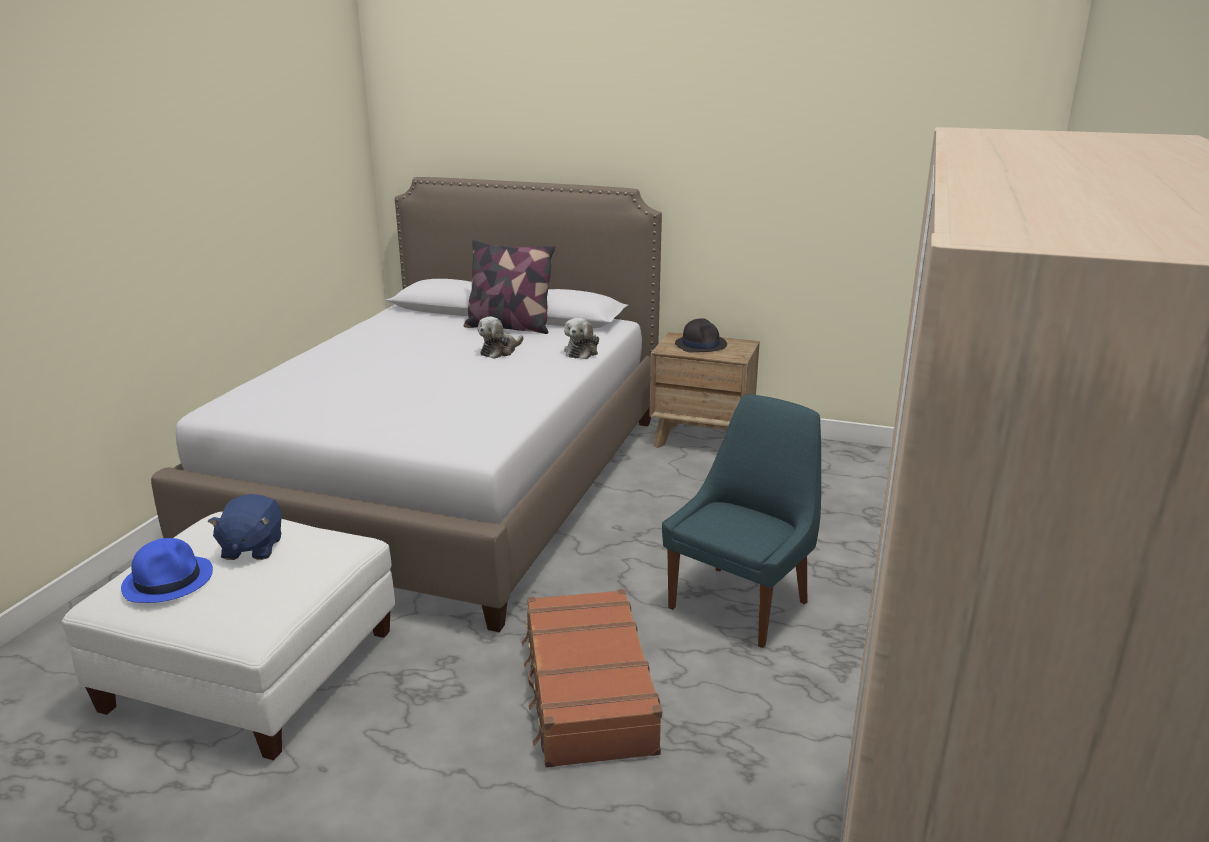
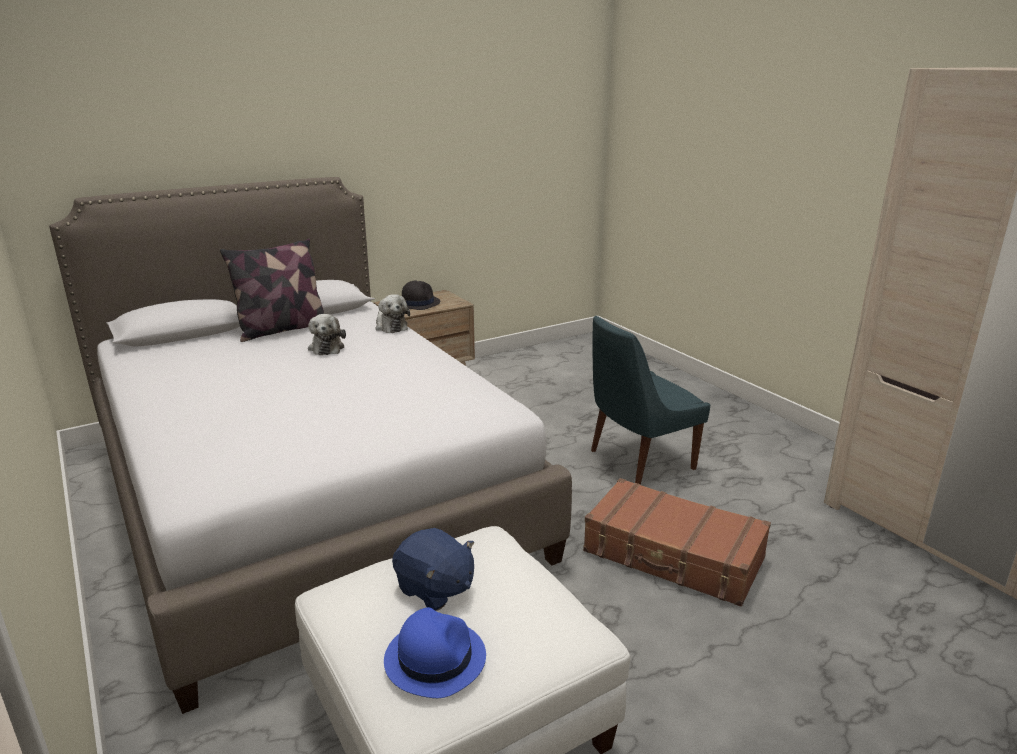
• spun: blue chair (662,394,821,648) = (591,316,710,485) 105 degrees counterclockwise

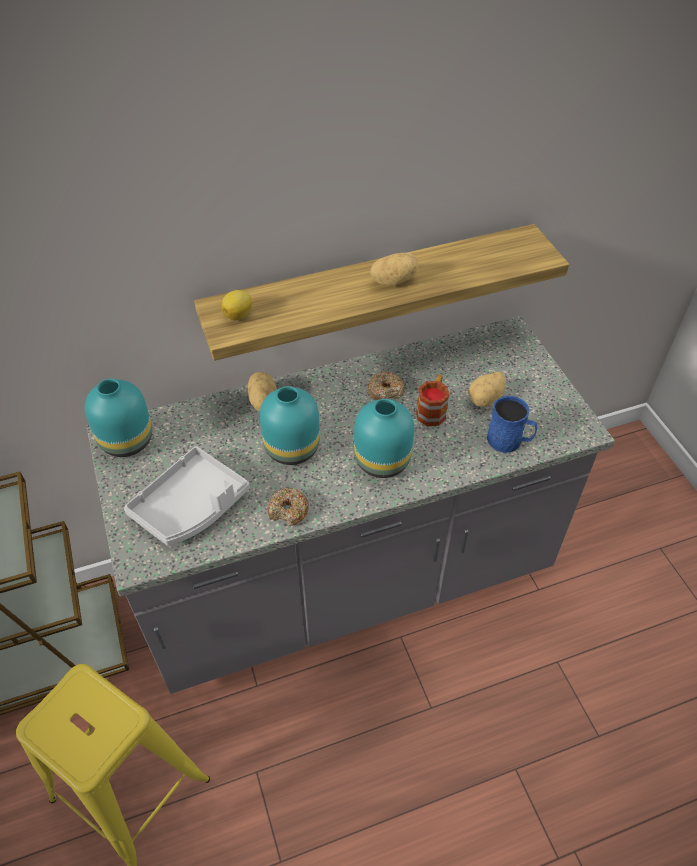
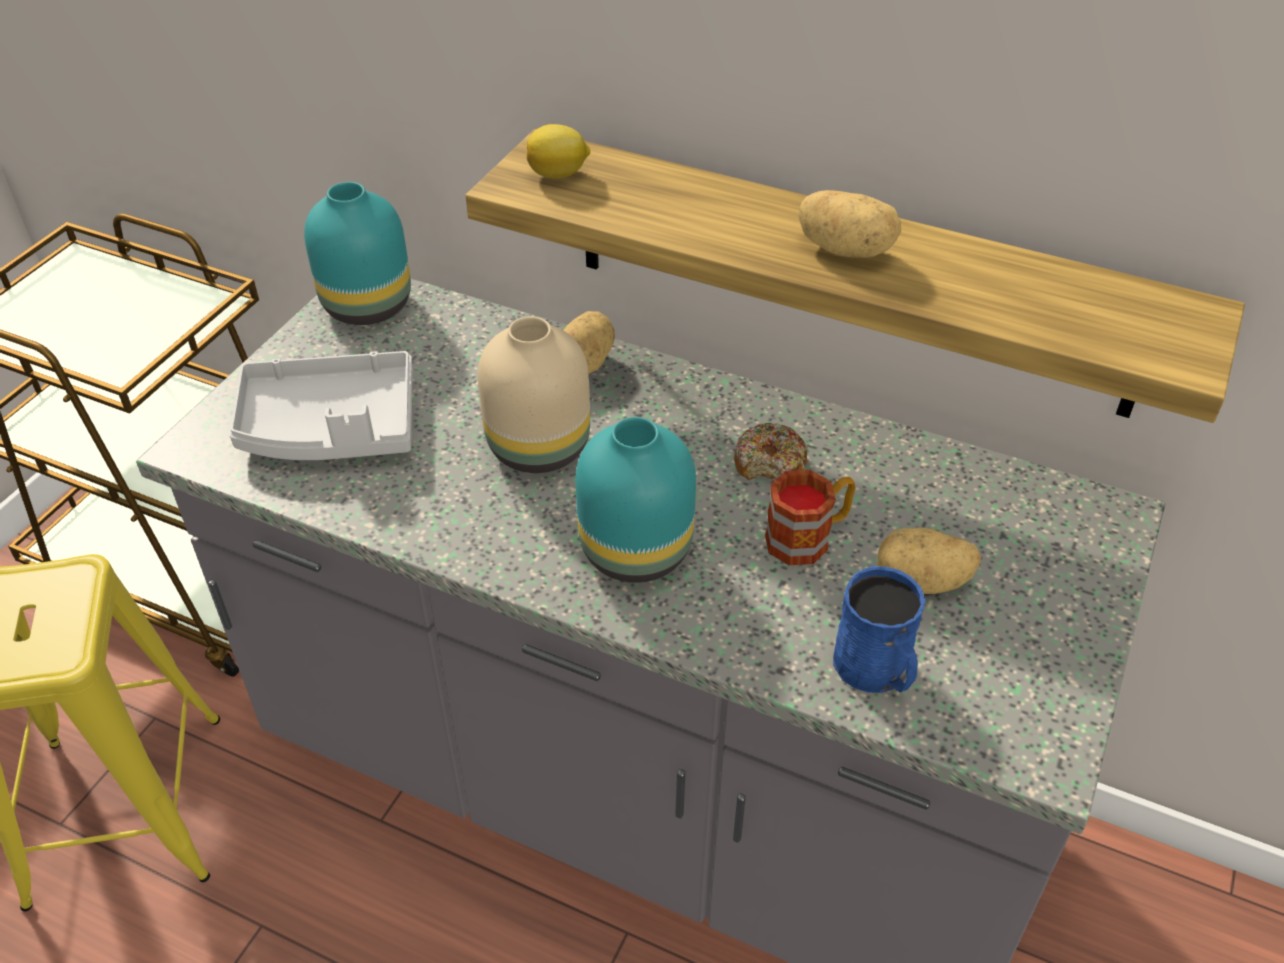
• colour: turquoise vase (260,386,320,465) to beige vase (478,317,590,473)
• missing: donut (268,488,309,526)

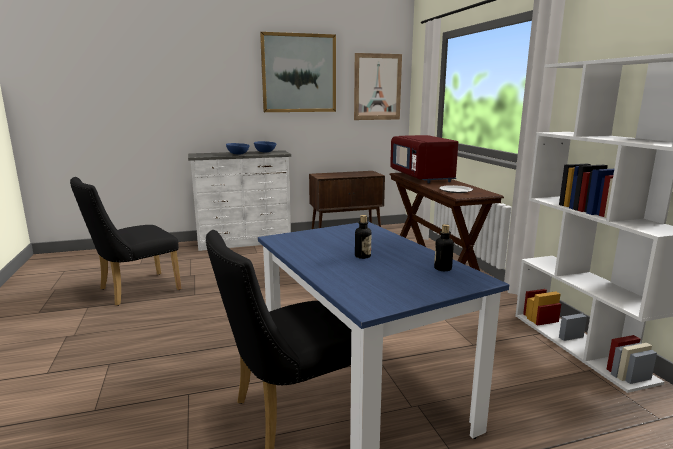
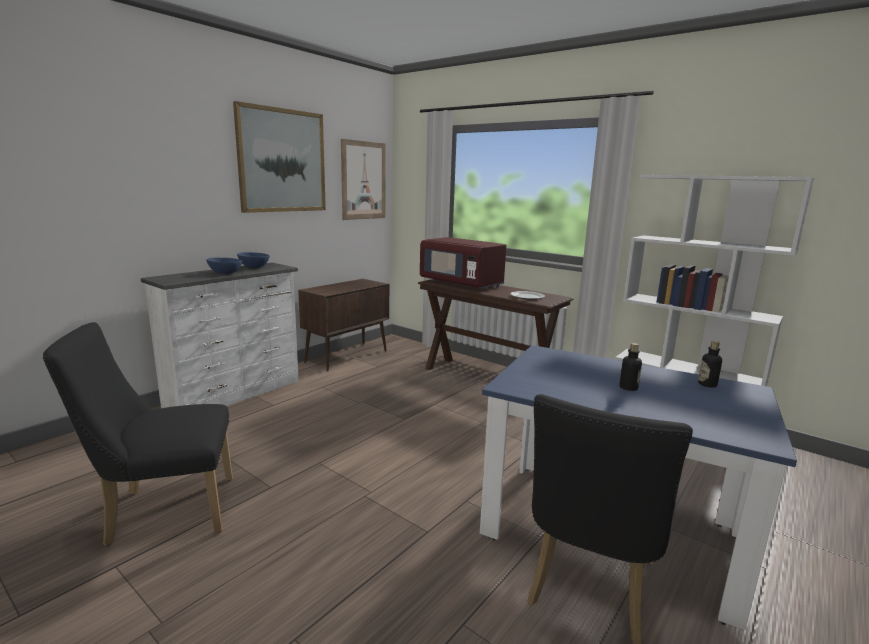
• spun: black chair (70,177,181,306) = (43,322,233,546) 60 degrees clockwise

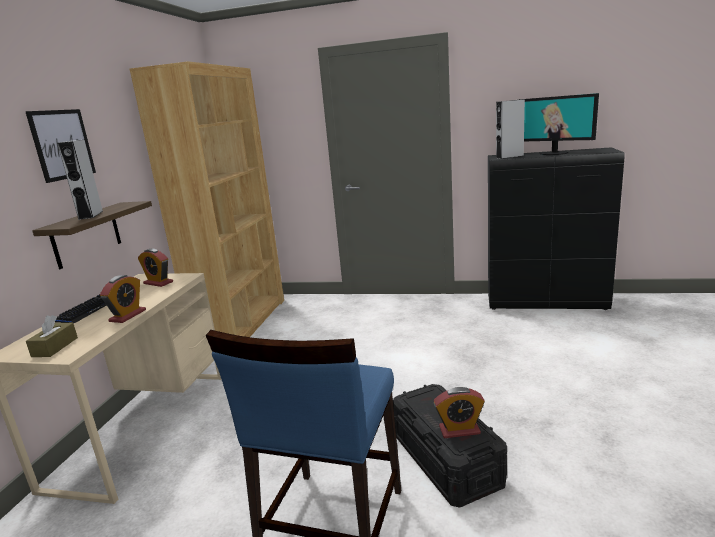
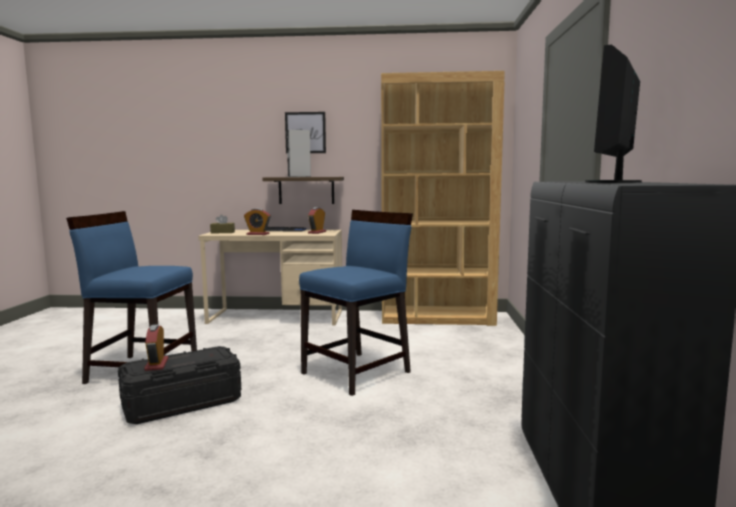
• missing: grey speaker (496,99,525,159)
• appeared: blue chair (299,210,413,396)

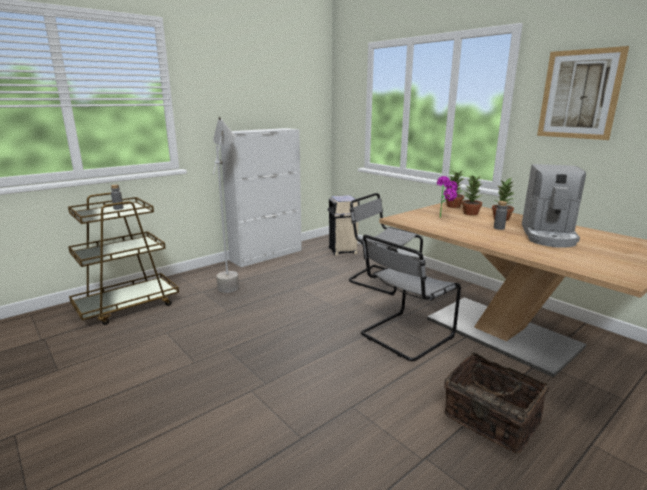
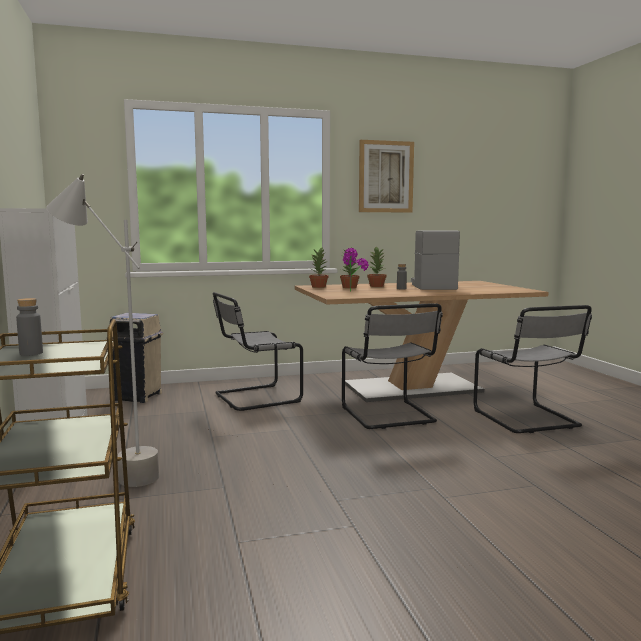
• exchanged: basket (444,352,550,454) to grey chair (474,305,592,433)
• spun: coffee machine (522,164,586,248) = (411,230,460,290) 135 degrees counterclockwise

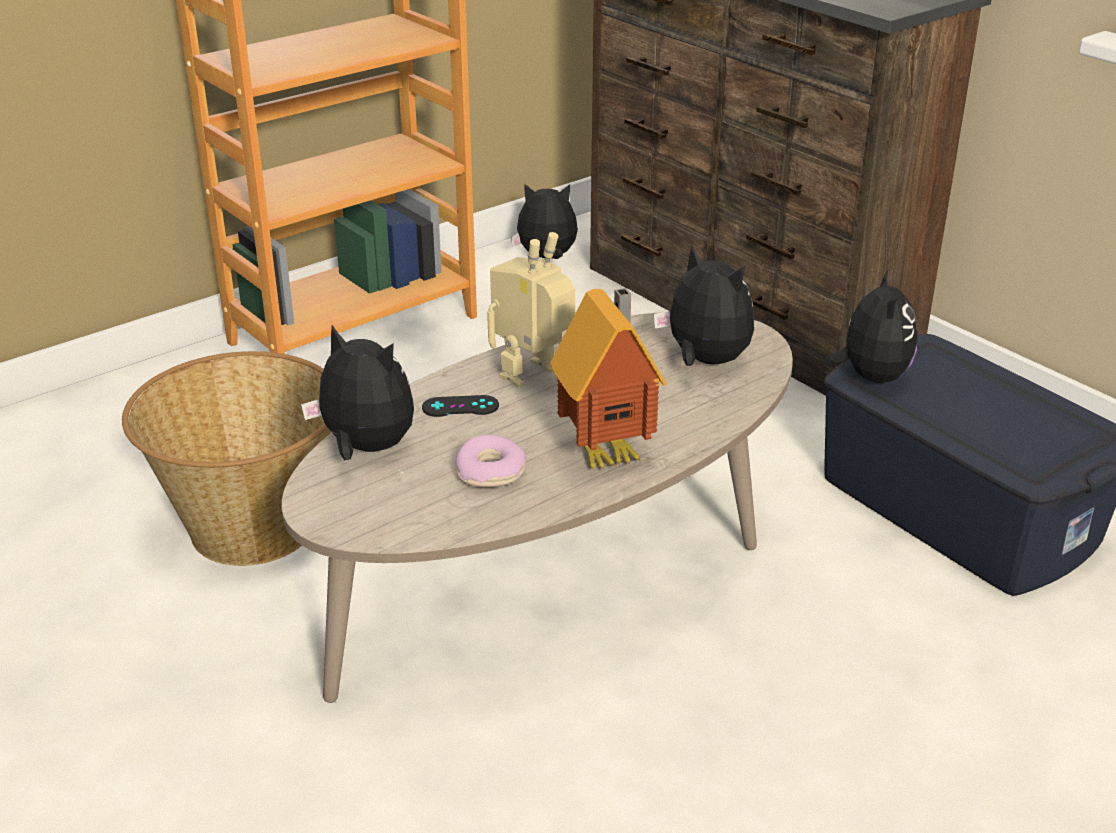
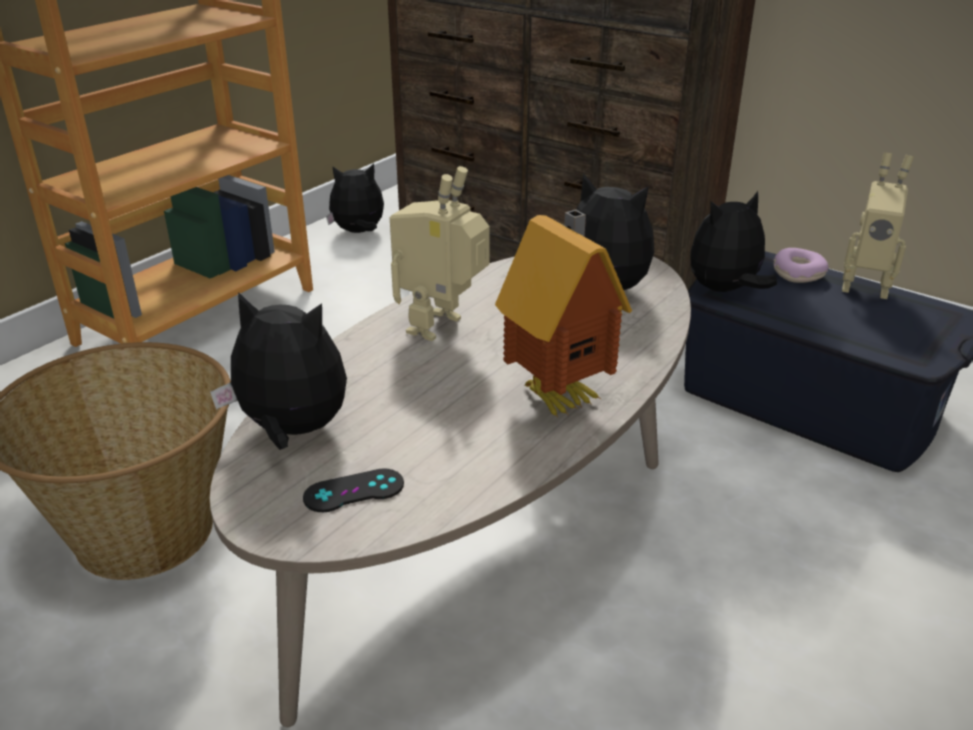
• relocated: black game controller (422,395,499,417) to (303,468,404,512)
• relocated: donut (455,434,526,487) to (773,248,829,283)
• spun: plush toy (825,270,917,383) = (690,191,777,292) 105 degrees counterclockwise
• appeared: toy robot (842,152,914,299)

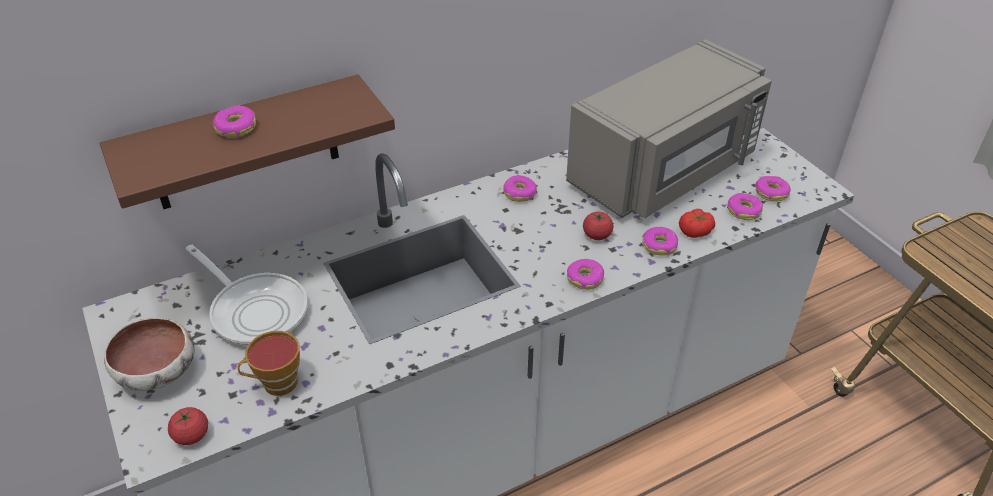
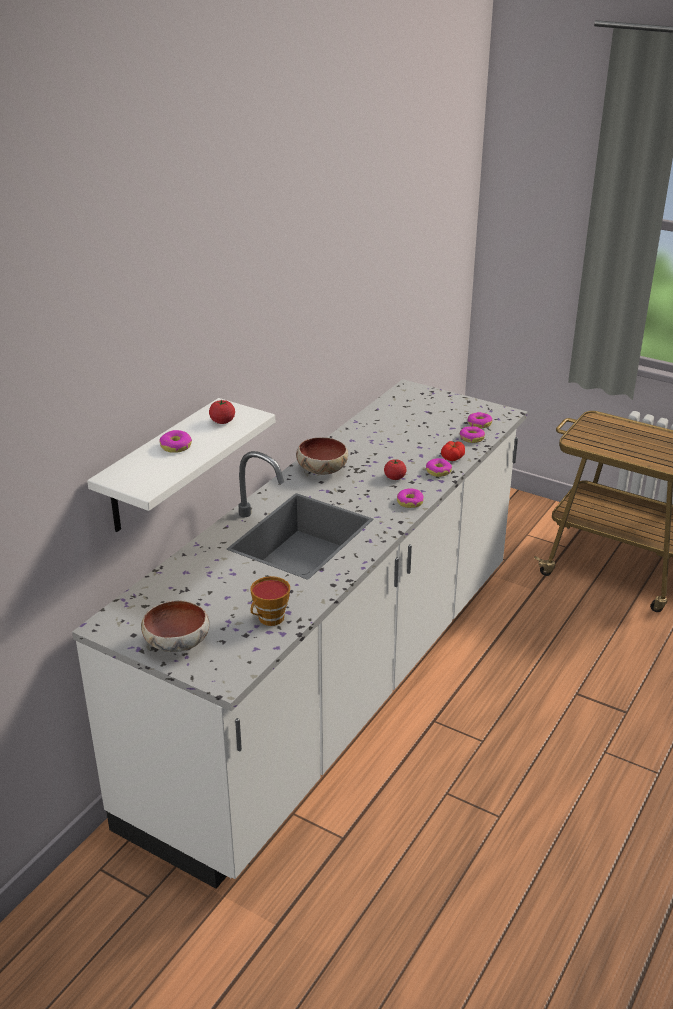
• colour: brown shelf (99,75,395,209) to white shelf (87,398,275,532)
• relocated: tomato (168,407,208,445) to (209,400,235,424)
• missing: frying pan (186,245,308,346)
• exchanged: donut (503,175,537,202) to bowl (296,437,348,475)
• missing: grey microwave (566,39,772,218)

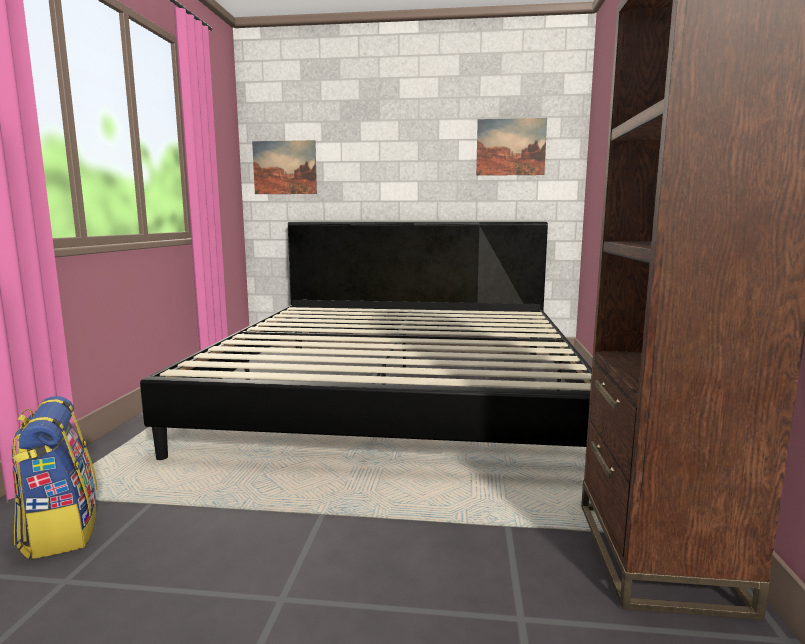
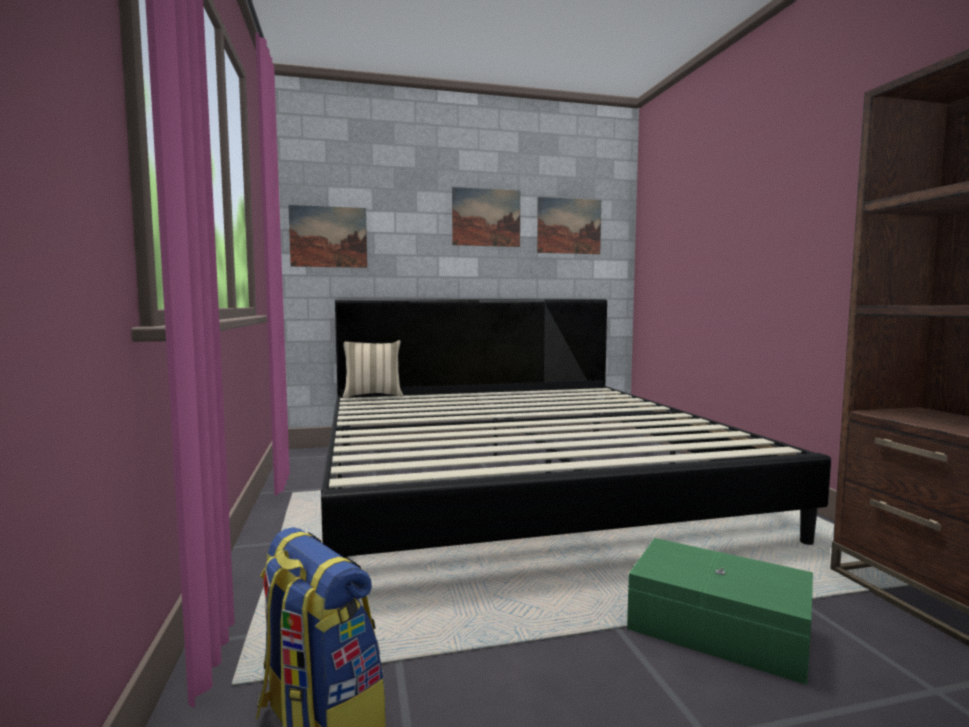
• appeared: beige pillow (343,340,403,398)
• appeared: picture (452,187,520,247)
• appeared: green storage box (627,538,813,685)

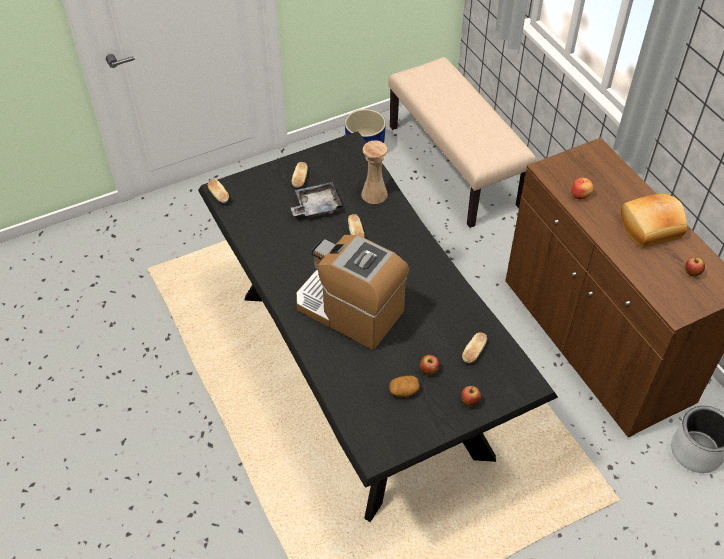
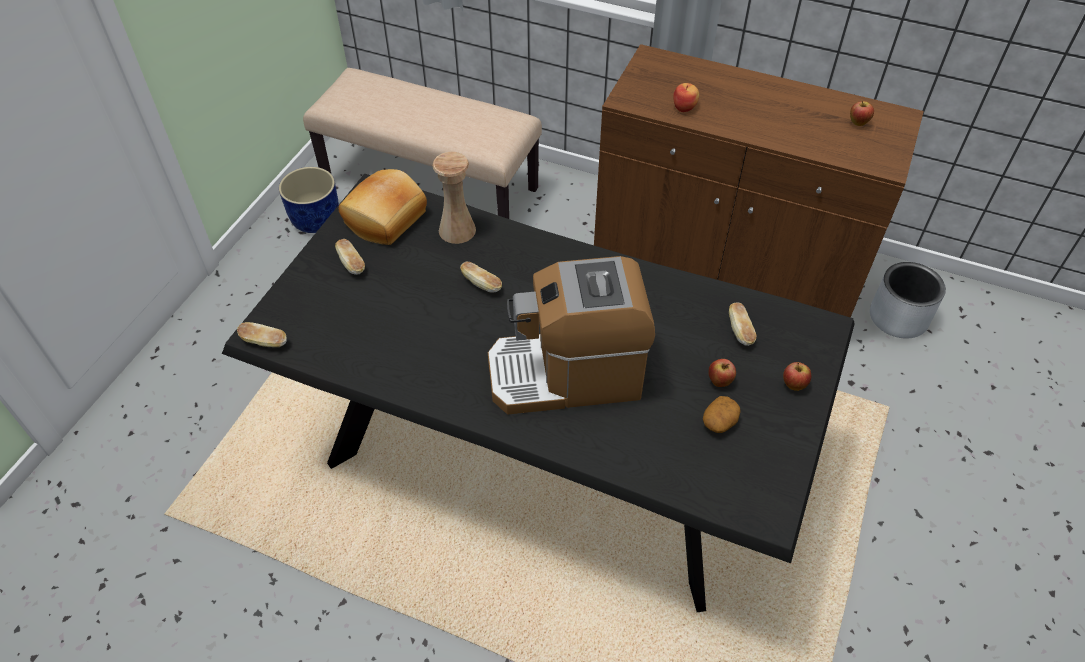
• missing: grey tray (291,182,343,218)
• relocated: bread (621,194,687,248) to (339,169,427,245)

